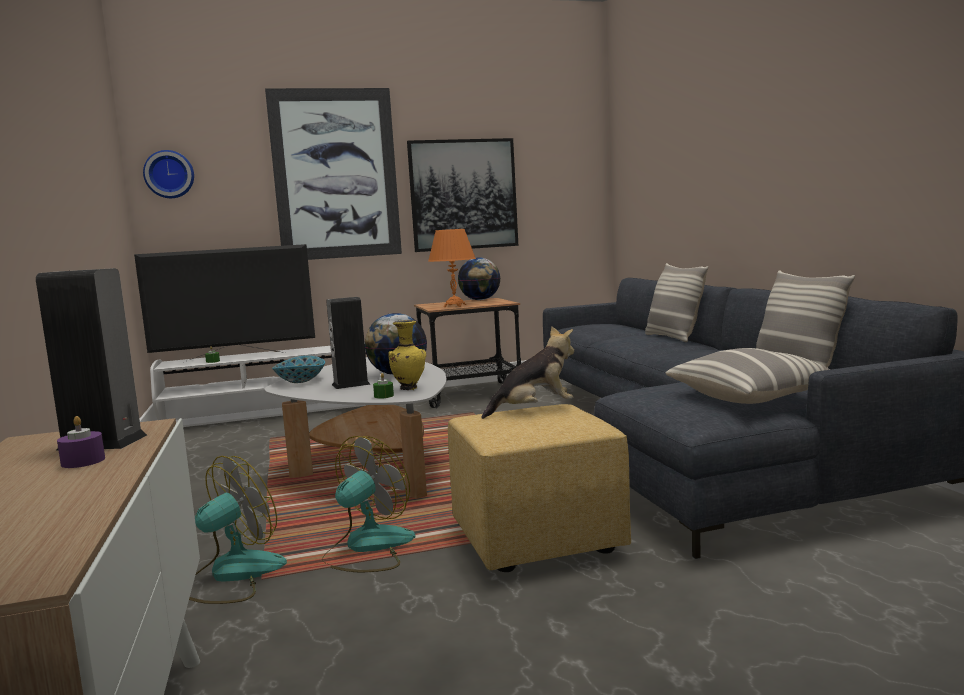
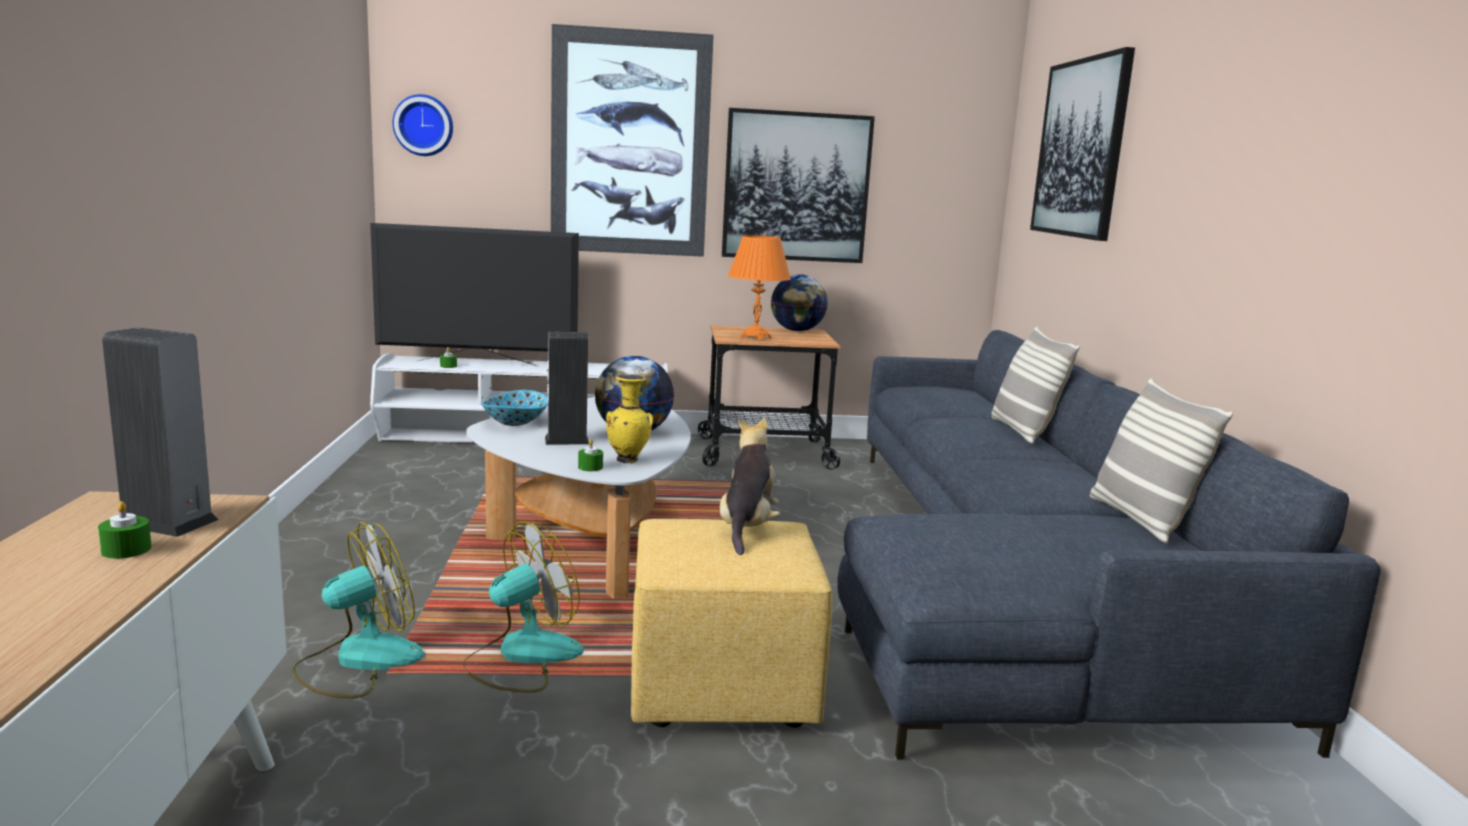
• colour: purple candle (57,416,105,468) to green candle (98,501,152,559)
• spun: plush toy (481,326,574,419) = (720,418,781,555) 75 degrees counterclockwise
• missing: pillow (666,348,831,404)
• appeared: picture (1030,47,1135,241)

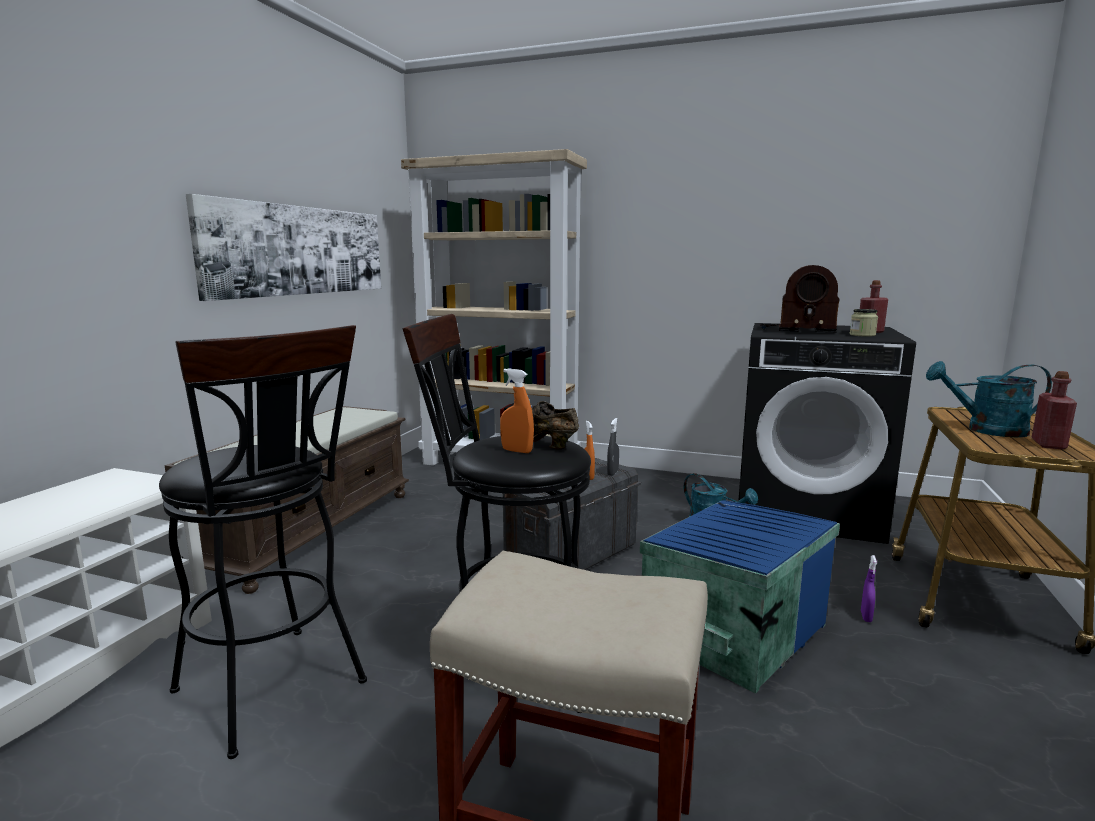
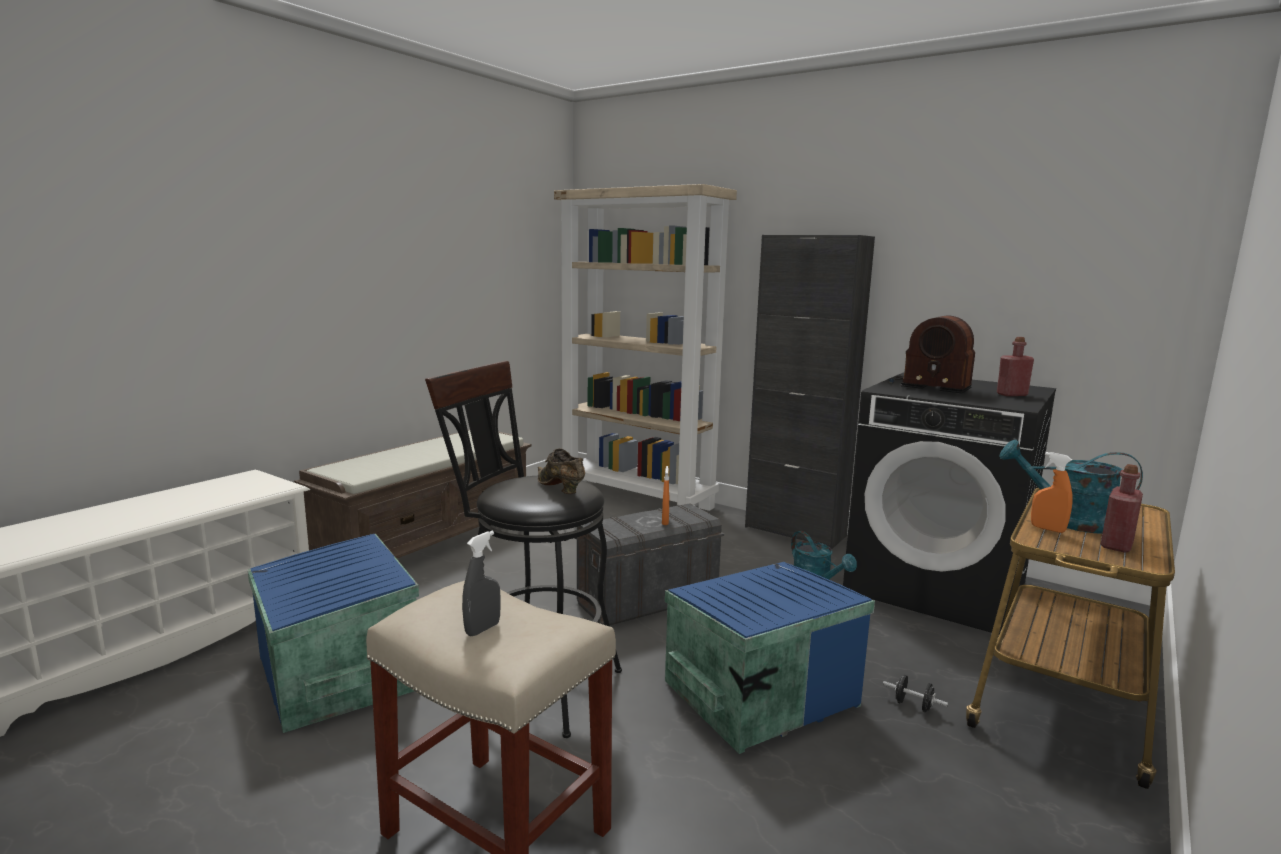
• exchanged: black stool (159,325,367,759) to blue storage box (248,534,419,733)
• missing: picture (186,194,381,301)
• relocated: orange spray bottle (500,368,534,453) to (1031,452,1073,533)
• relocated: grey spray bottle (607,418,619,476) to (462,531,501,636)
• missing: jar (850,309,878,337)
• exchanged: purple spray bottle (861,555,877,622) to black dumbbell (883,675,948,712)
• appeared: black cabinet (745,235,875,549)

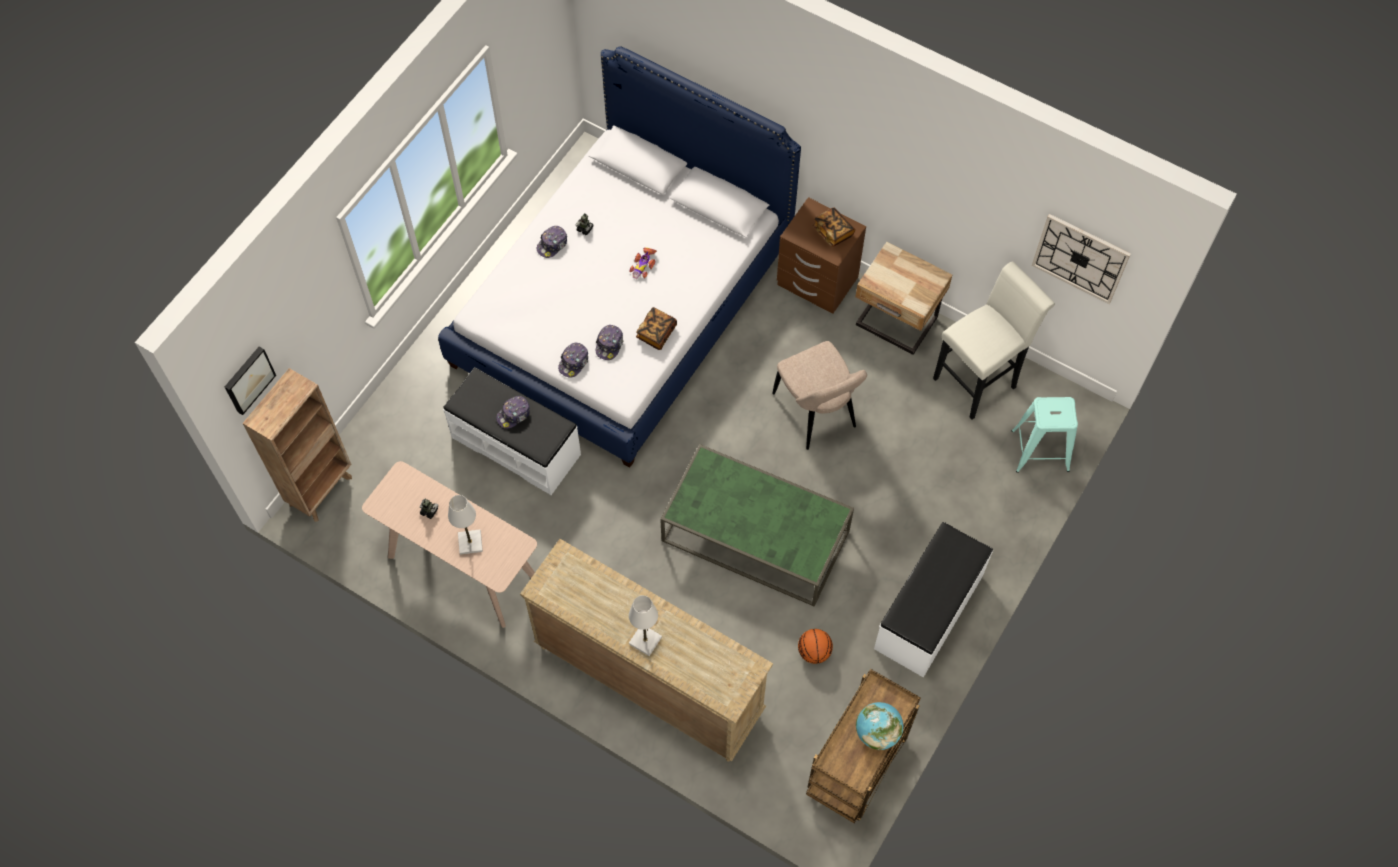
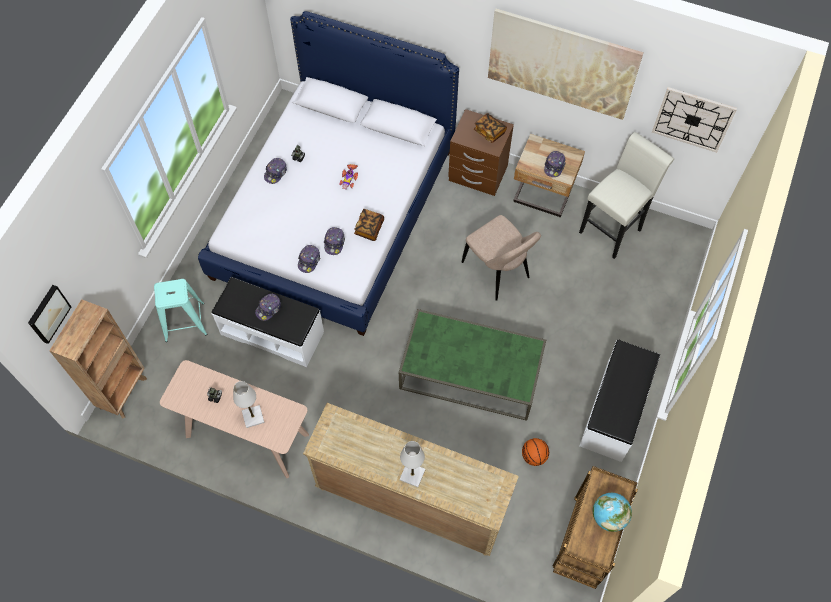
• relocated: turquoise stool (1011,397,1078,473) to (154,279,207,342)
• appeared: picture (488,9,644,120)
• appeared: cap (544,151,566,177)

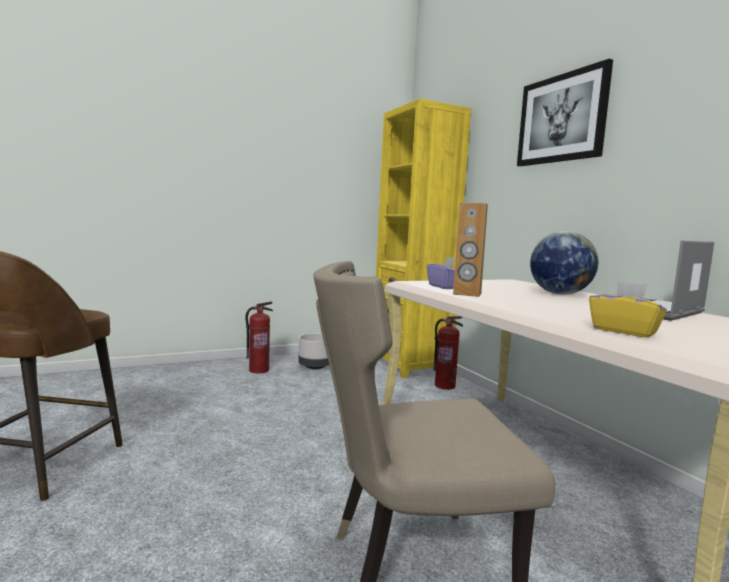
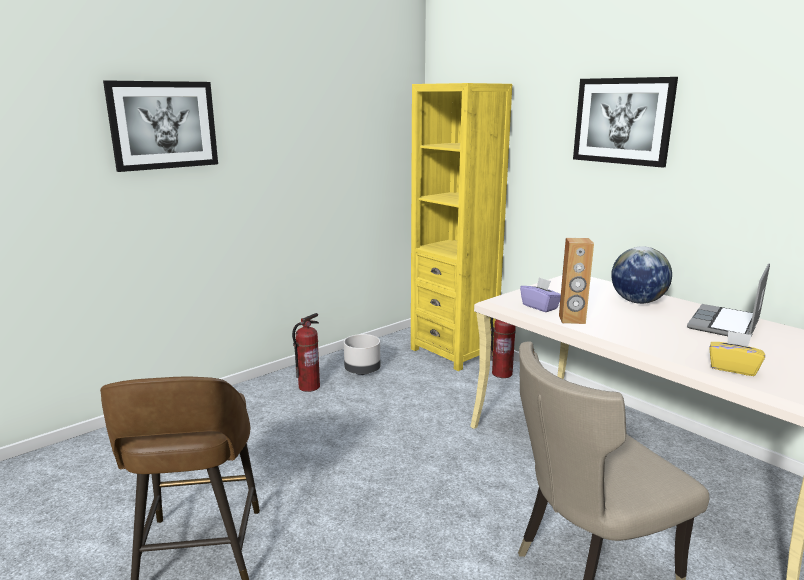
• appeared: picture (103,80,218,172)

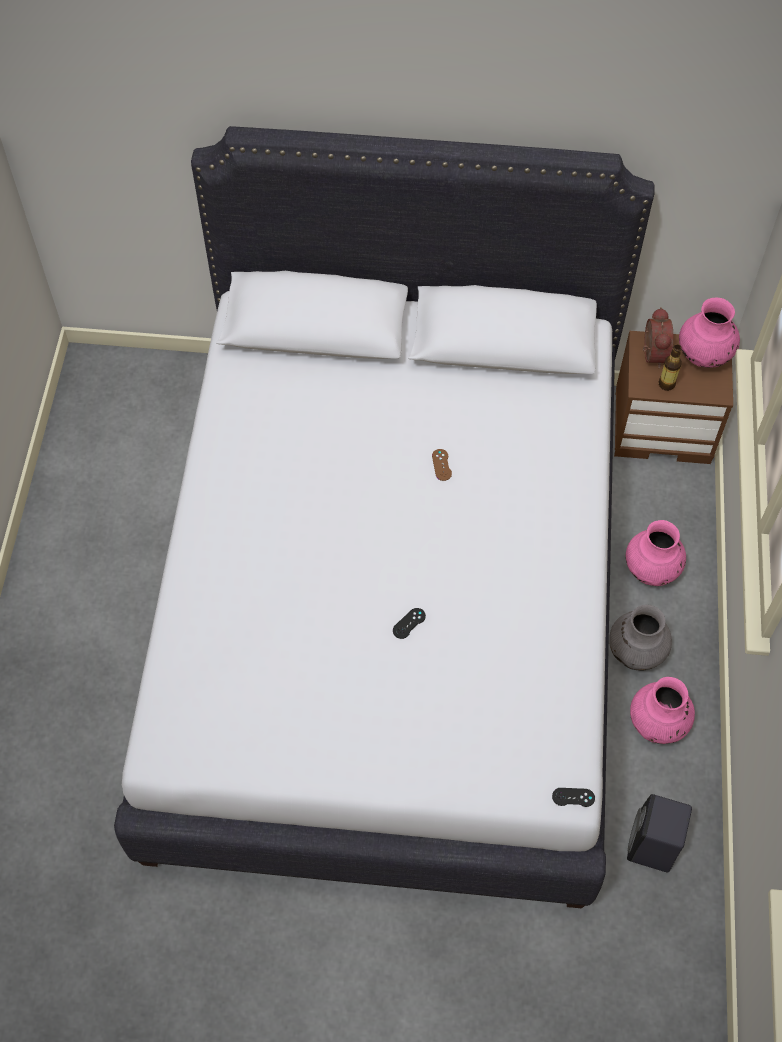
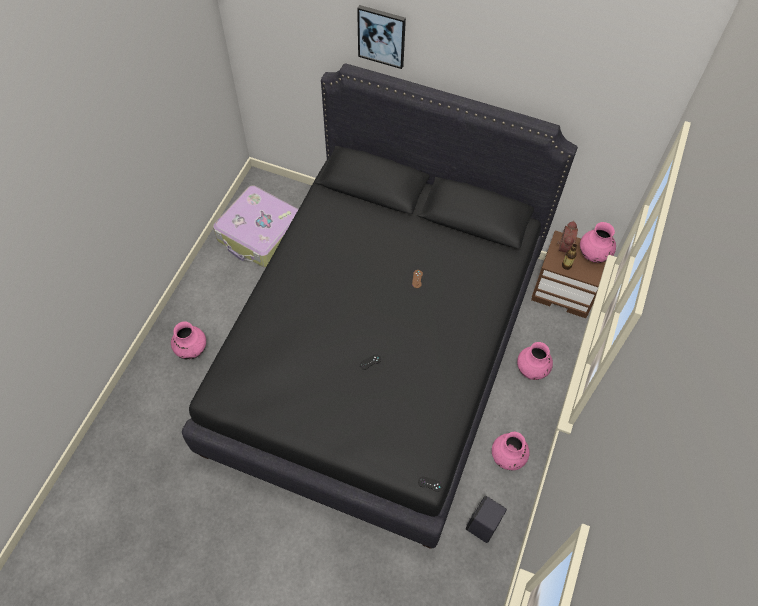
• colour: white bed (114,126,654,908) to black bed (182,63,578,549)
• missing: grey vase (609,605,672,671)
• appeared: pink vase (171,321,206,359)
• appeared: suitcase (213,185,298,267)
• appeared: picture (357,5,406,69)

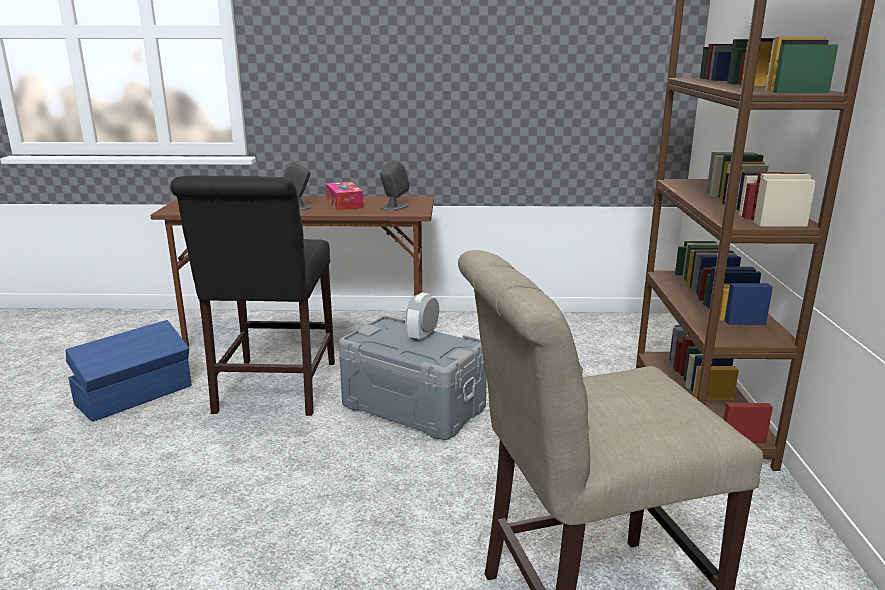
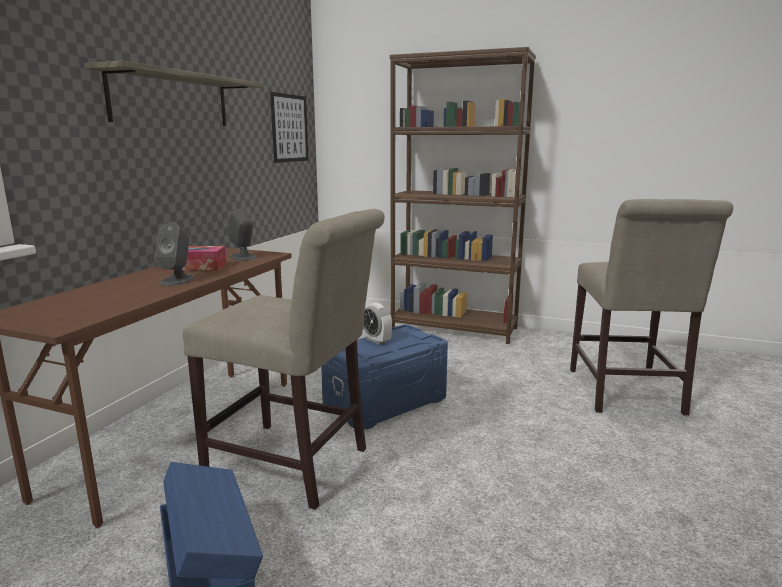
• colour: black chair (170,175,335,416) to beige chair (183,209,385,510)
• colour: grey storage box (339,316,487,440) to blue storage box (321,324,448,429)
• appeared: shelf (84,60,263,126)
• appeared: picture (270,92,309,163)

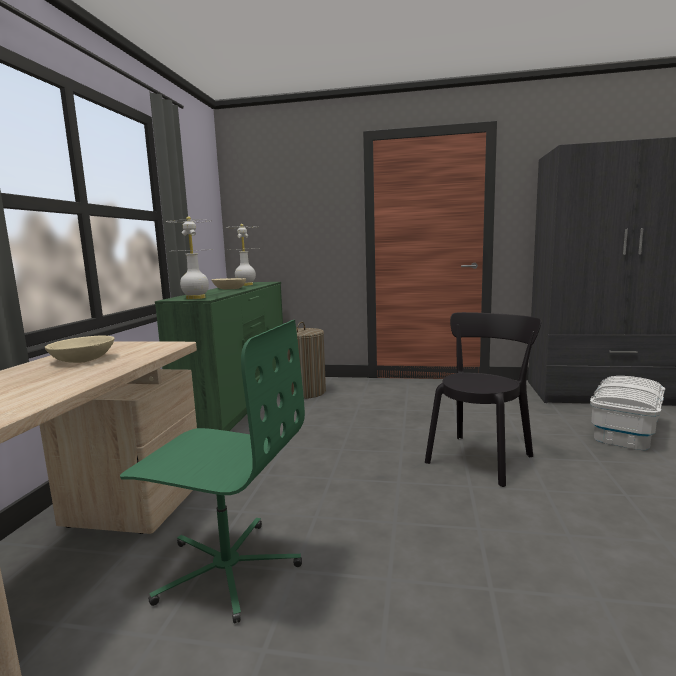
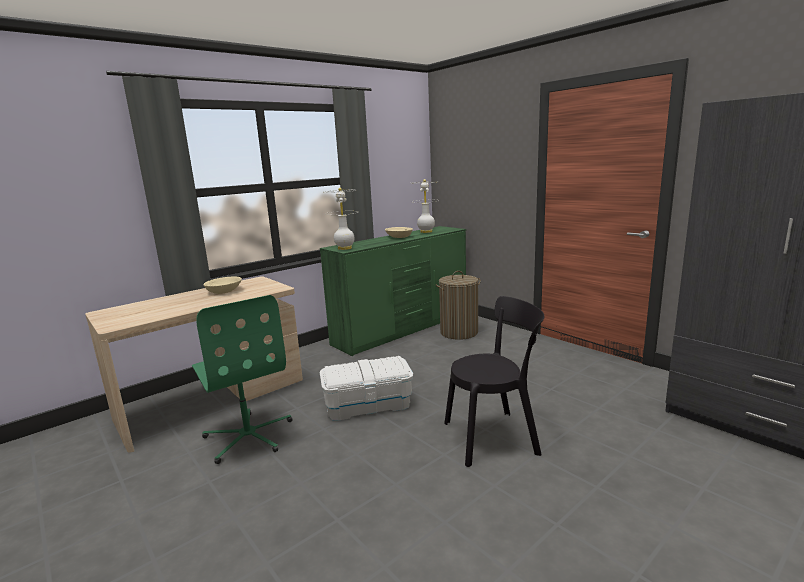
• relocated: white storage box (590,376,665,451) to (320,356,413,421)

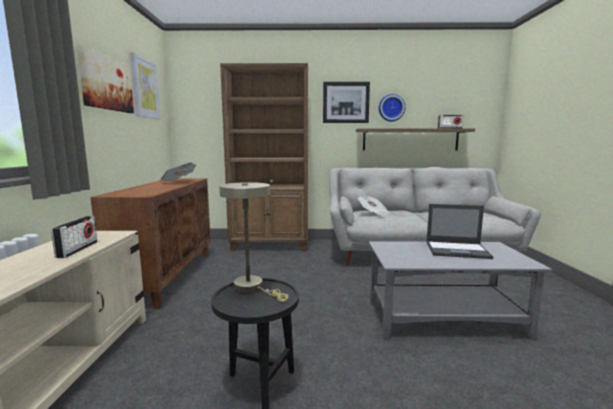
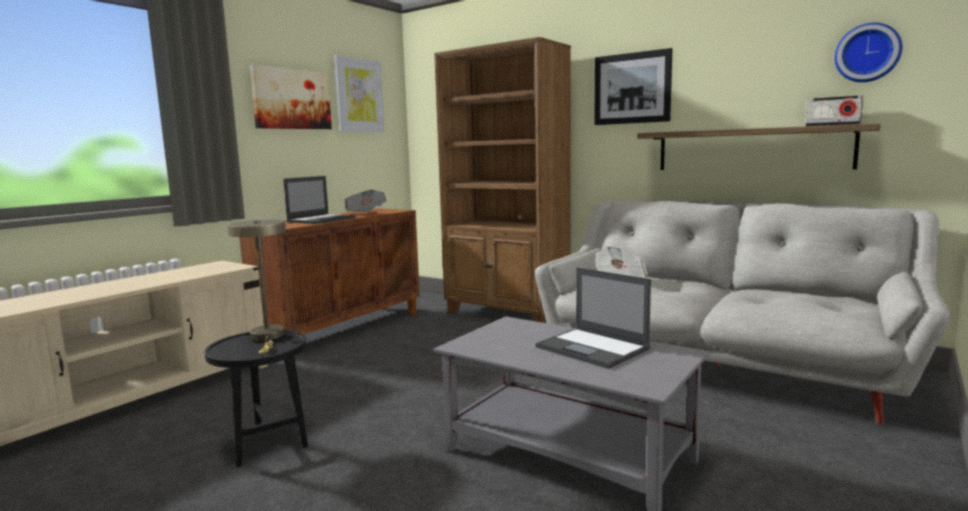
• missing: radio (51,216,97,258)
• relocated: wall clock (379,94,405,122) to (834,23,902,82)
• appeared: laptop (283,176,355,224)

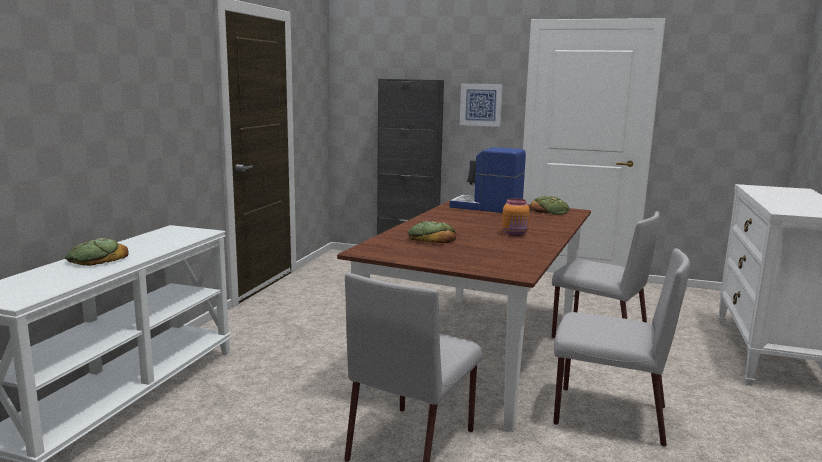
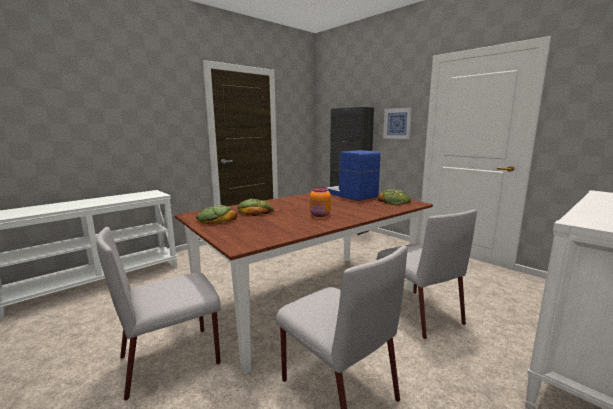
• relocated: bread (65,238,129,266) to (196,205,238,224)

